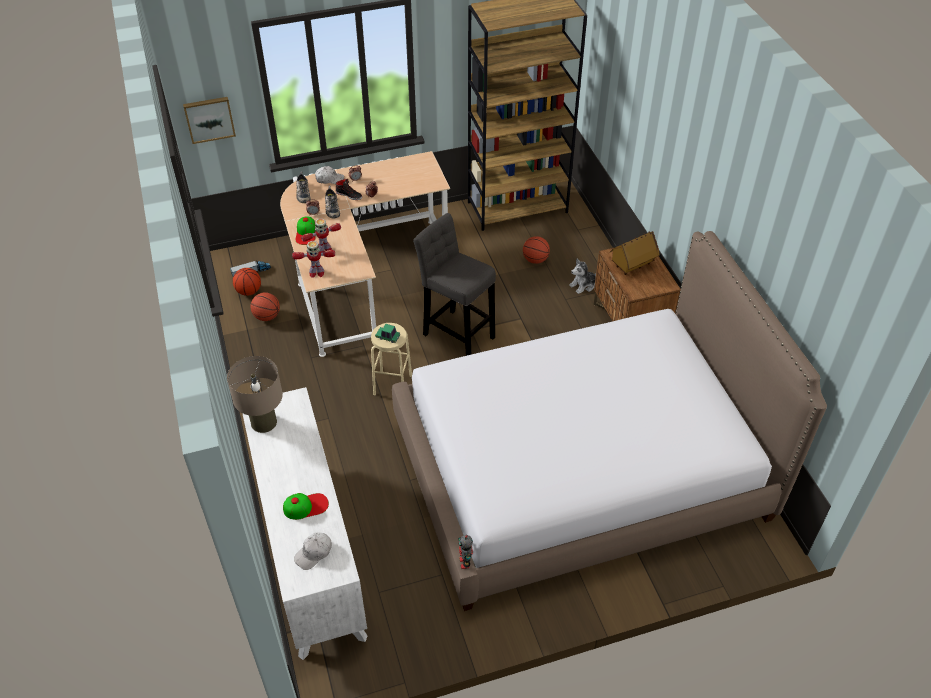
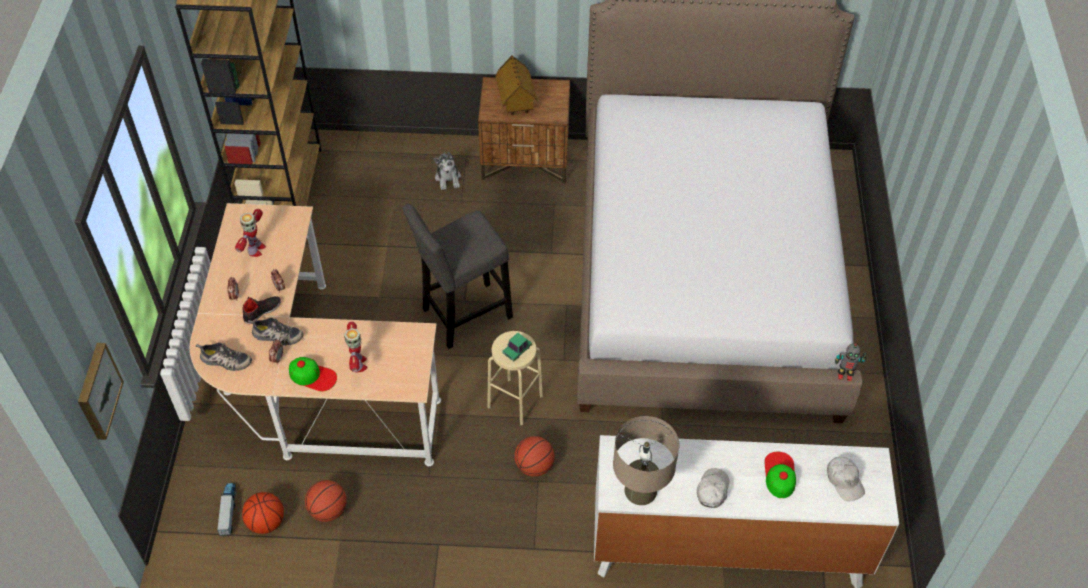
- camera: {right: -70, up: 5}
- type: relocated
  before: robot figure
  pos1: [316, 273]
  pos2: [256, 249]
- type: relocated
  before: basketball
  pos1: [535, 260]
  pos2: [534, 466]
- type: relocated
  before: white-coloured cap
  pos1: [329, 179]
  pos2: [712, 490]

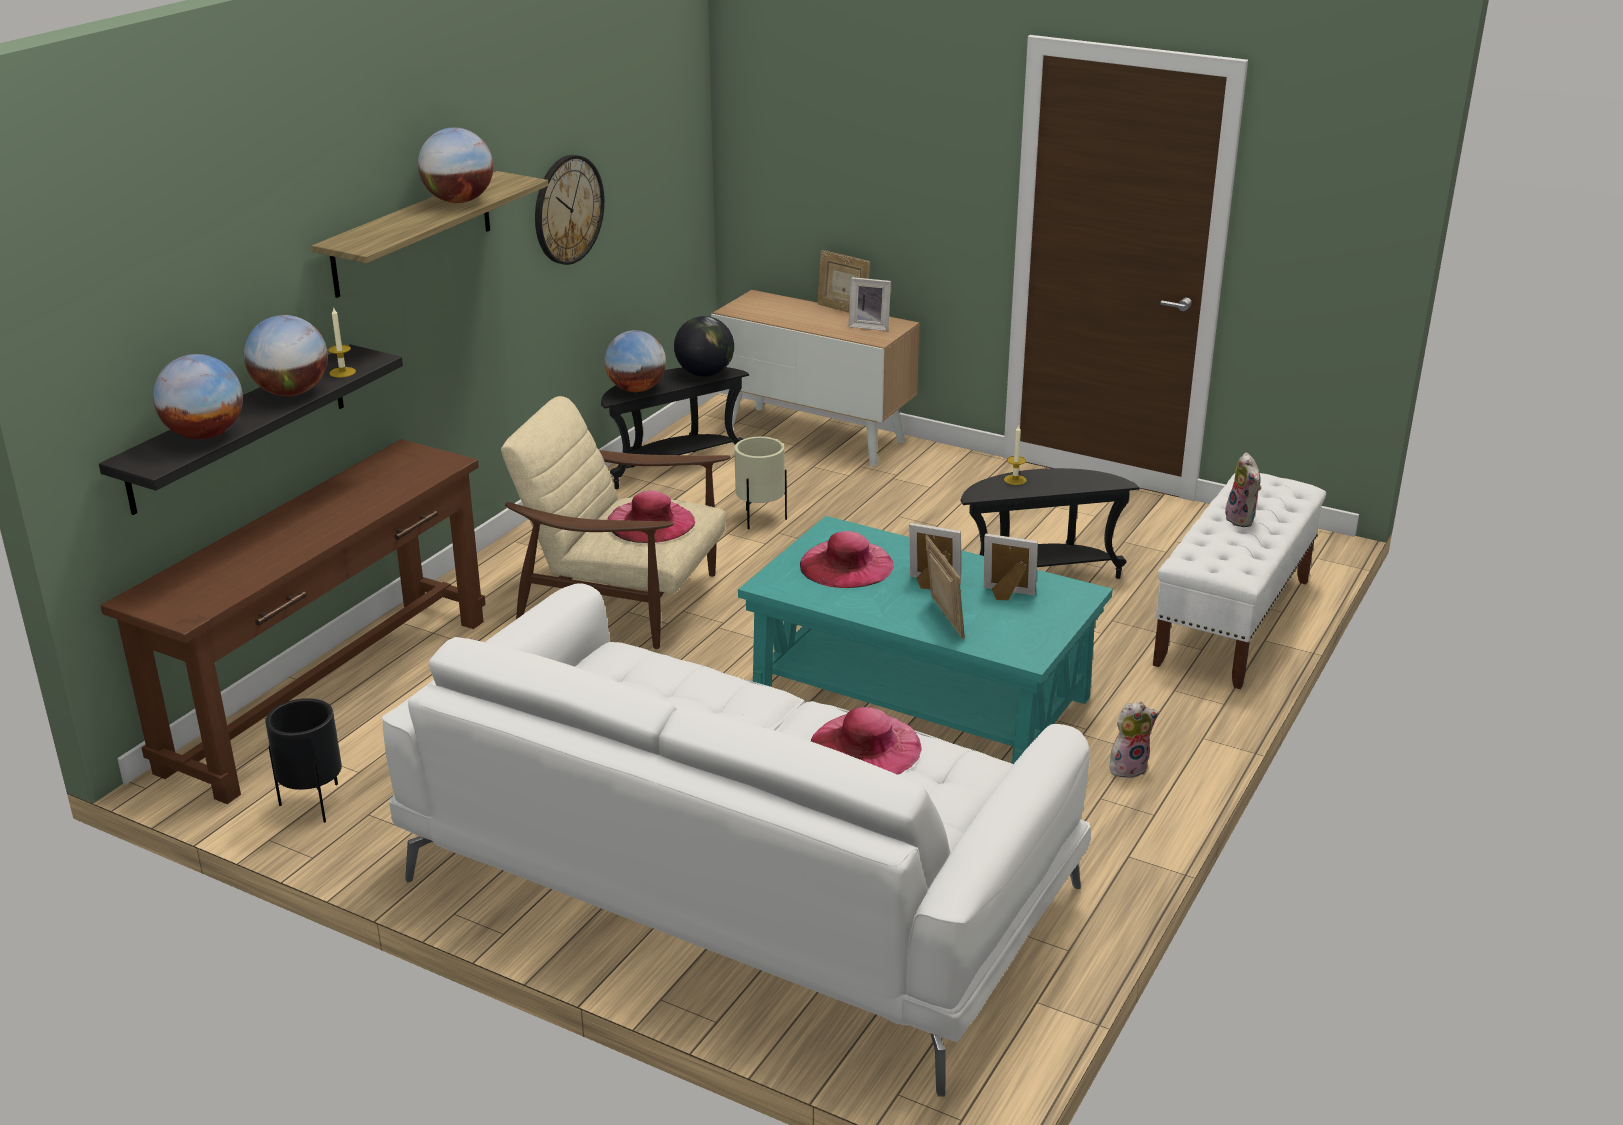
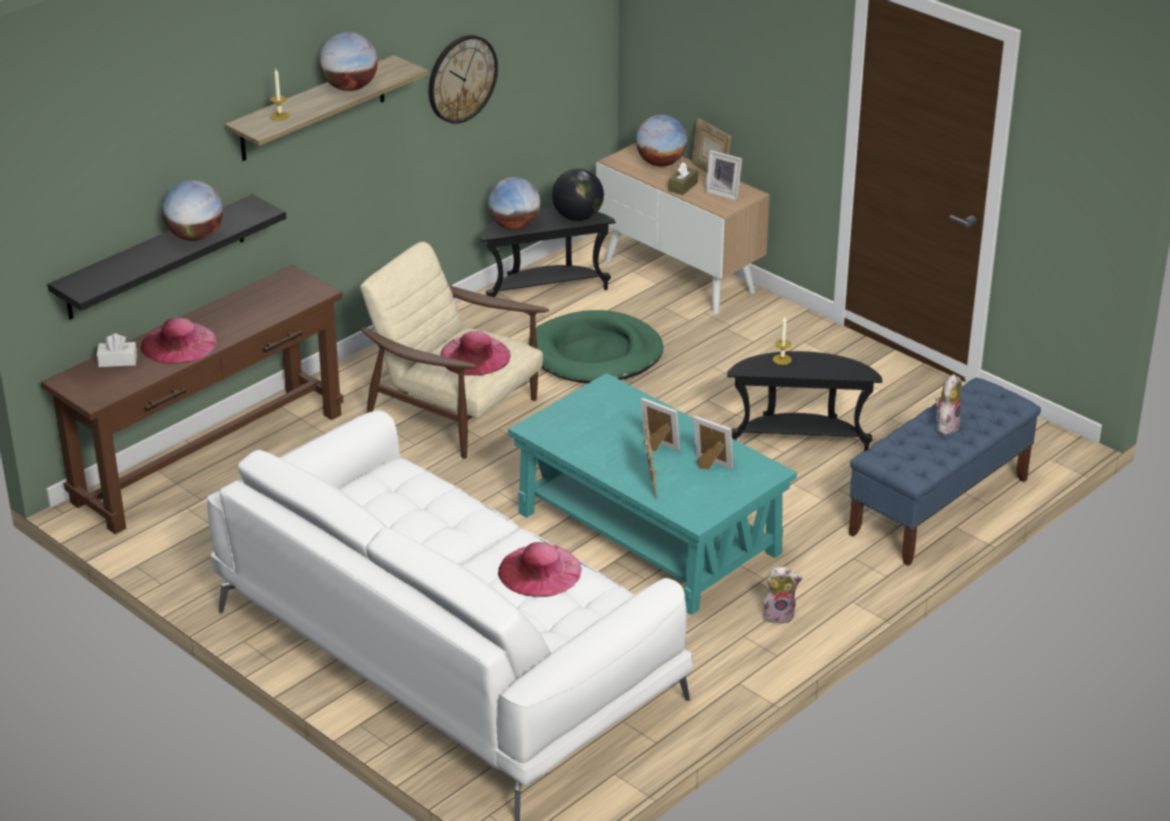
- camera: {right: 15, up: 5}
- type: appeared
  after: white-coloured tissue holder
  pos2: [118, 361]
- type: relocated
  before: pink-coloured hat
  pos1: [846, 564]
  pos2: [179, 343]
- type: relocated
  before: wax candle
  pos1: [342, 372]
  pos2: [279, 116]
- type: exchanged
  before: beige-coloured planter
  after: green-coloured dog bed
  pos1: [761, 520]
  pos2: [595, 354]
- type: relocated
  before: globe
  pos1: [205, 435]
  pos2: [660, 163]
- type: appeared
  after: brown-coloured tissue holder
  pos2: [683, 187]
- type: colour
  before: white-coloured bench
  after: blue-coloured bench
  pos1: [1233, 622]
  pos2: [939, 507]
- type: spun
  before: cuddly toy
  pos1: [1242, 520]
  pos2: [946, 425]
  turn: -150
- type: missing
  before: black planter
  pos1: [313, 804]

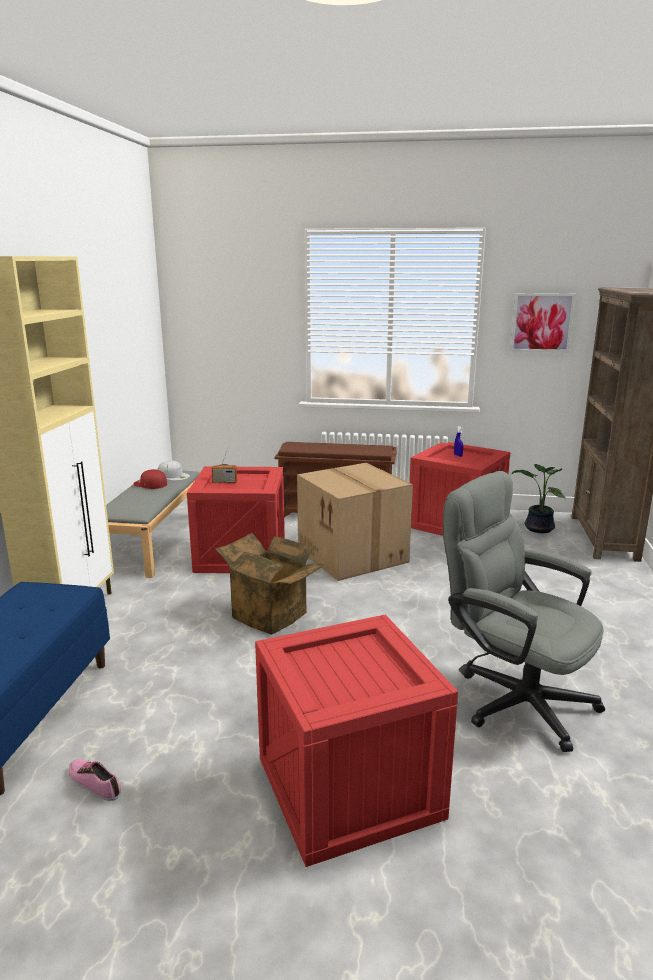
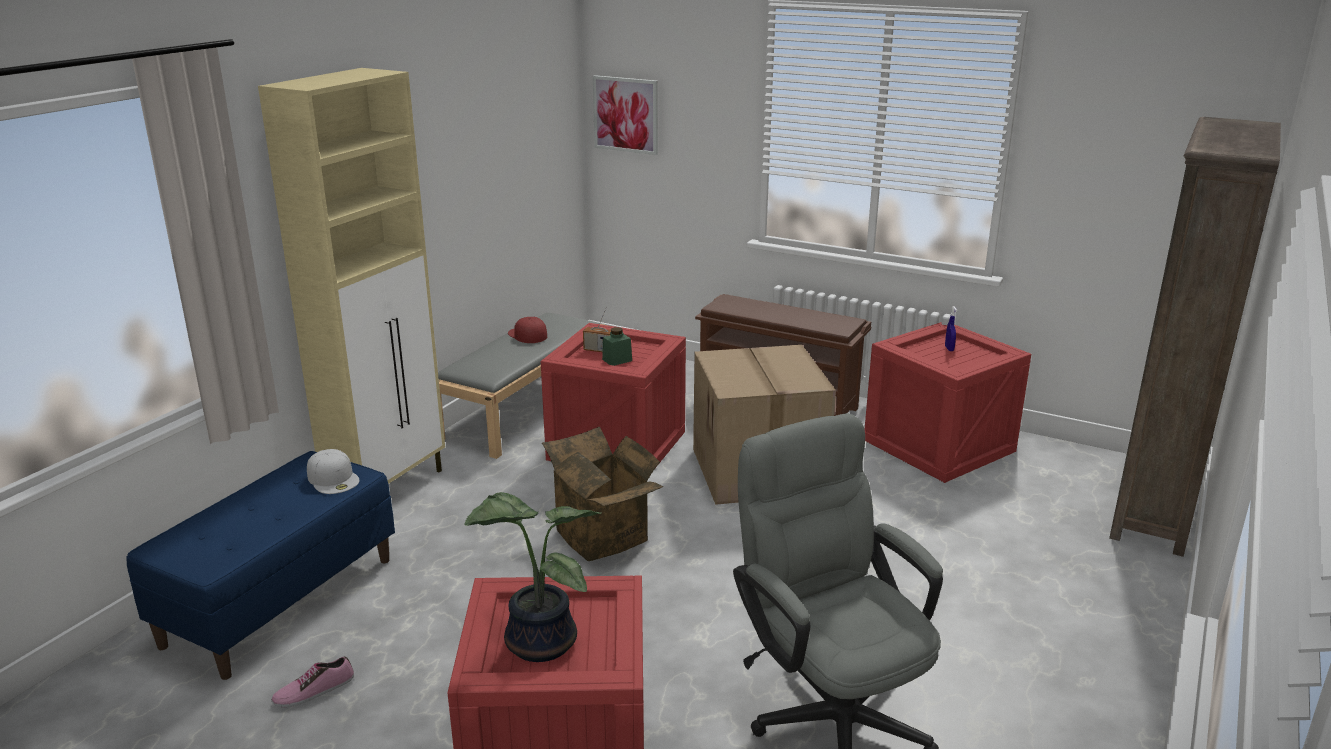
- camera: {right: 20, up: 5}
- type: spun
  before: low shoe
  pos1: [95, 782]
  pos2: [314, 690]
  turn: -90
- type: relocated
  before: white-coloured cap
  pos1: [173, 475]
  pos2: [333, 478]
- type: relocated
  before: plant in a pot
  pos1: [537, 529]
  pos2: [536, 643]
- type: relocated
  before: picture
  pos1: [542, 322]
  pos2: [626, 114]
- type: appeared
  after: green-coloured preserve jar
  pos2: [617, 360]

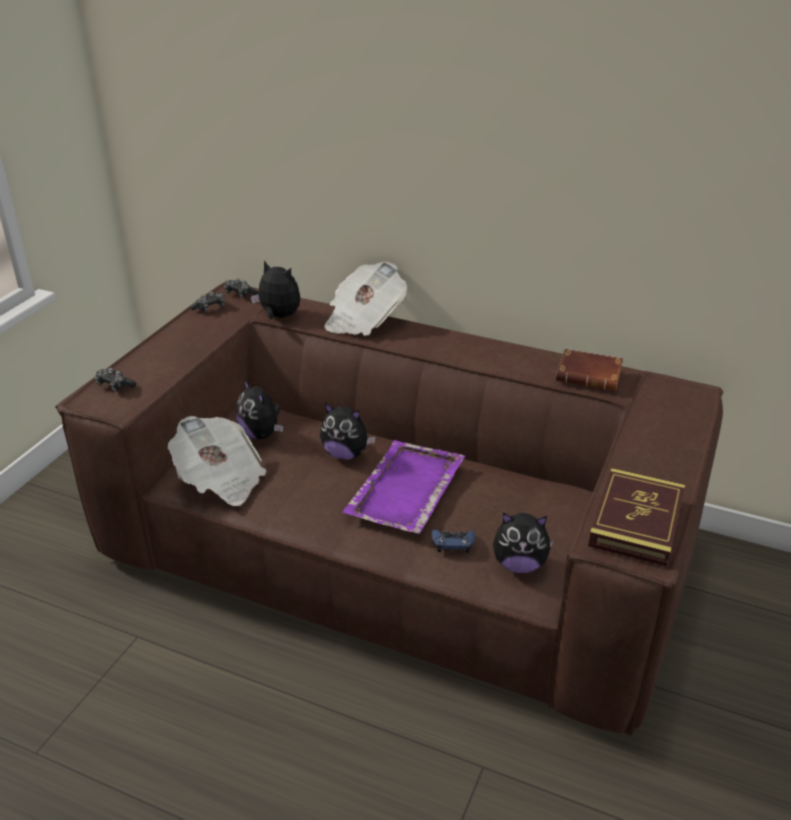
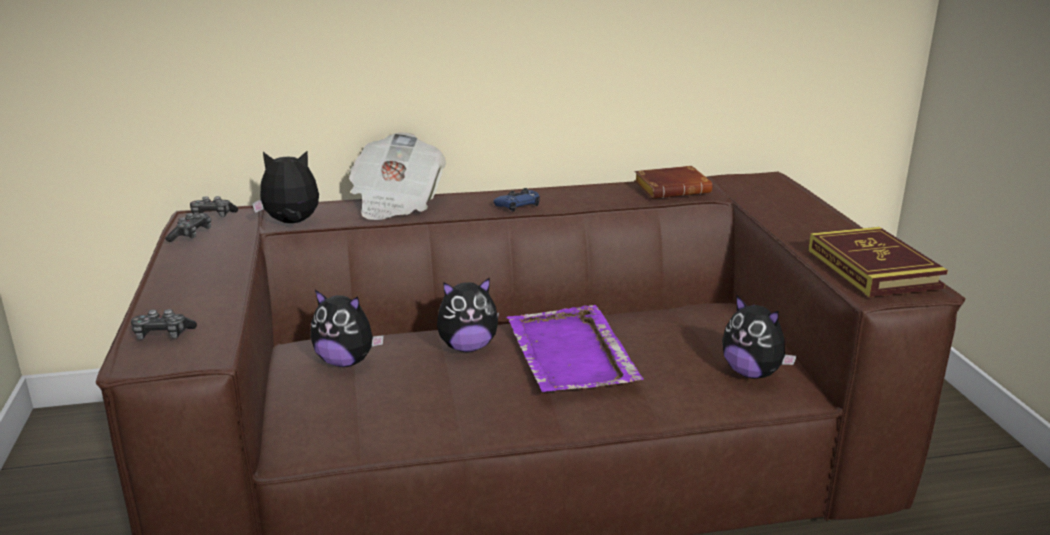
- camera: {right: -35, up: -10}
- type: relocated
  before: blue-coloured gamepad
  pos1: [453, 543]
  pos2: [518, 205]
- type: spun
  before: cuddly toy
  pos1: [519, 564]
  pos2: [752, 373]
  turn: 75
- type: missing
  before: printed paper
  pos1: [220, 479]

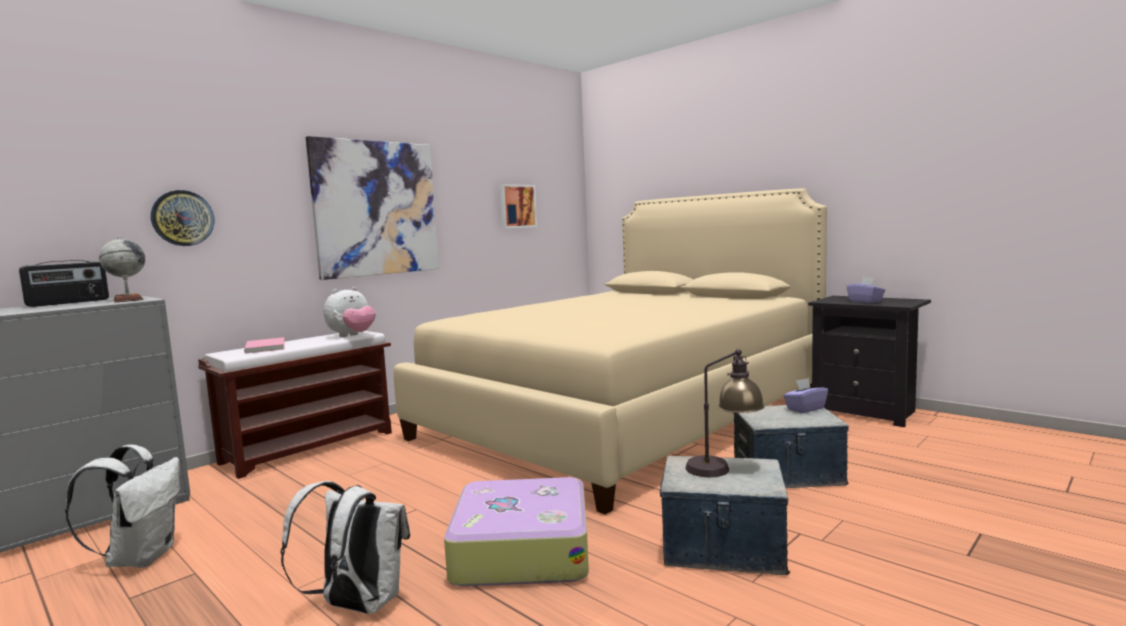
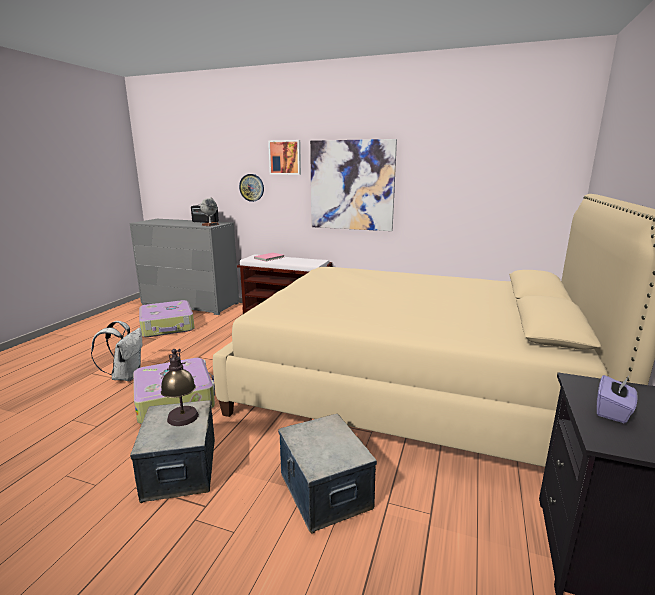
- camera: {right: 65, up: 10}
- type: exchanged
  before: white-coloured knapsack
  after: piece of luggage
  pos1: [141, 557]
  pos2: [168, 326]
- type: relocated
  before: picture
  pos1: [517, 206]
  pos2: [285, 157]
- type: missing
  before: cuddly toy
  pos1: [352, 336]
- type: missing
  before: purple tissue holder
  pos1: [805, 409]

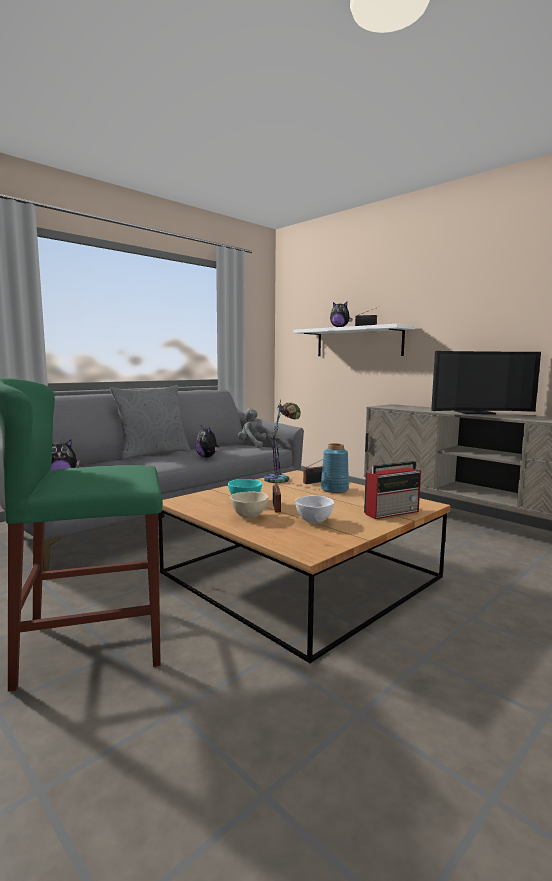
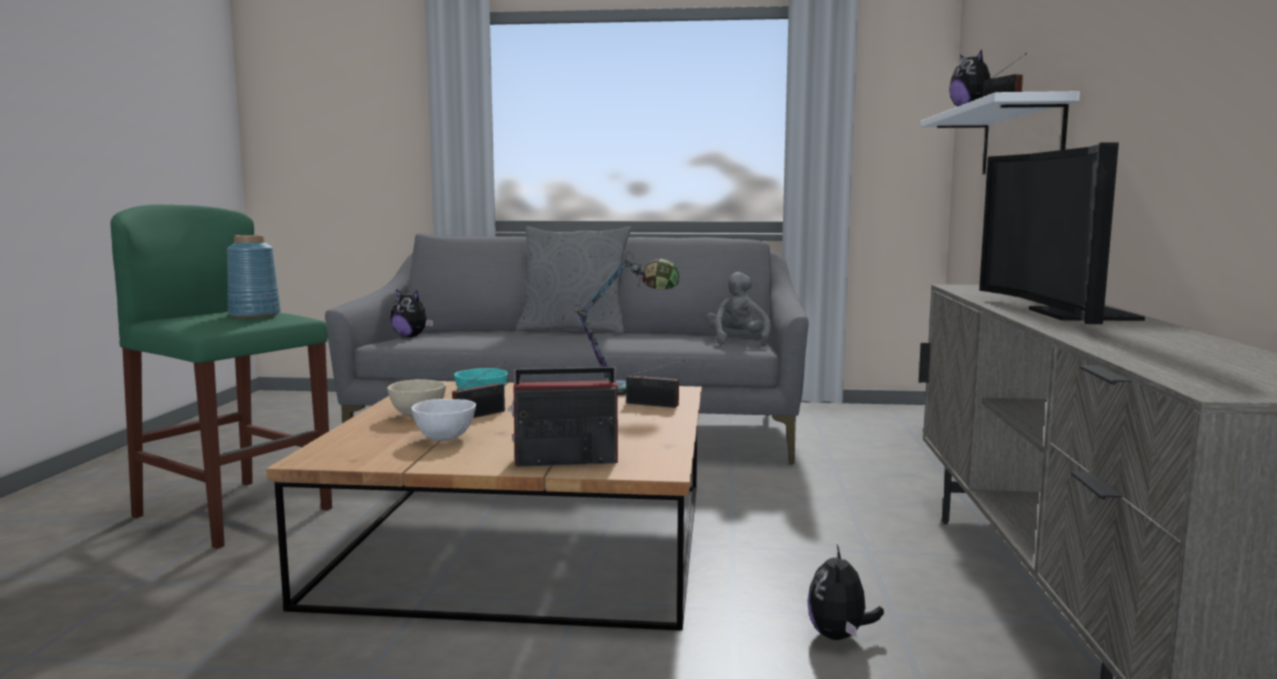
- camera: {right: 50, up: 0}
- type: relocated
  before: blue-coloured flower vase
  pos1: [335, 490]
  pos2: [254, 315]
- type: spun
  before: radio
  pos1: [392, 512]
  pos2: [563, 460]
  turn: 150
- type: relocated
  before: cuddly toy
  pos1: [207, 457]
  pos2: [839, 636]
- type: spun
  before: television
  pos1: [476, 413]
  pos2: [1067, 314]
  turn: 45

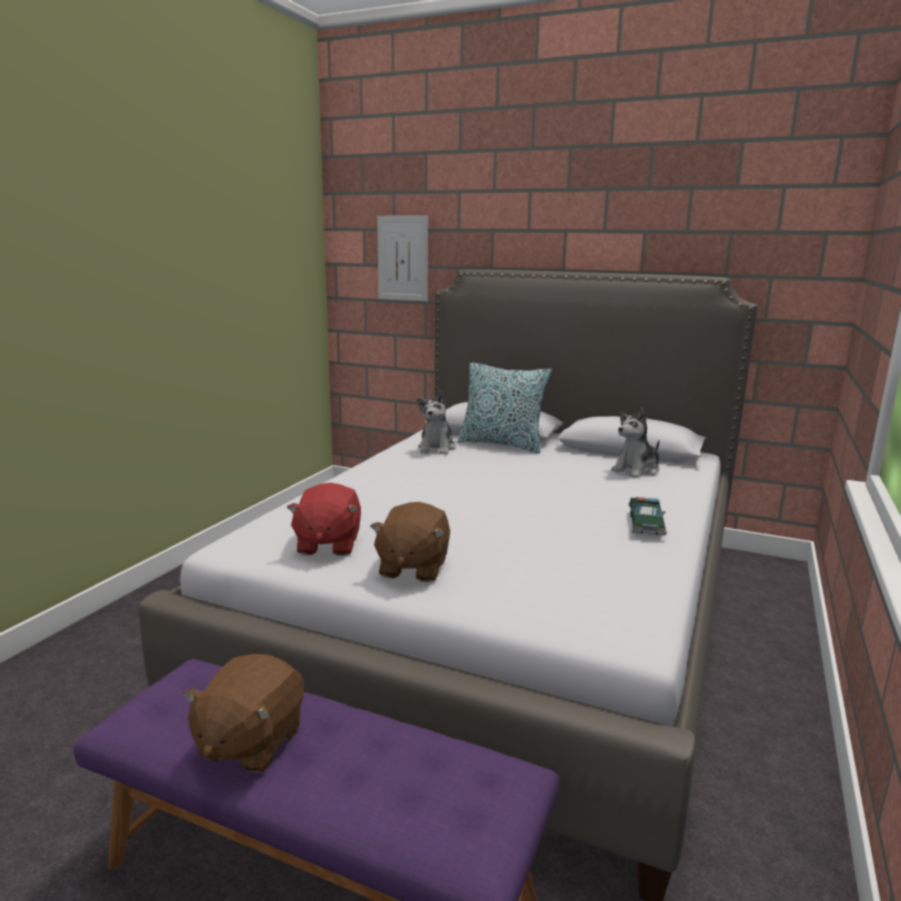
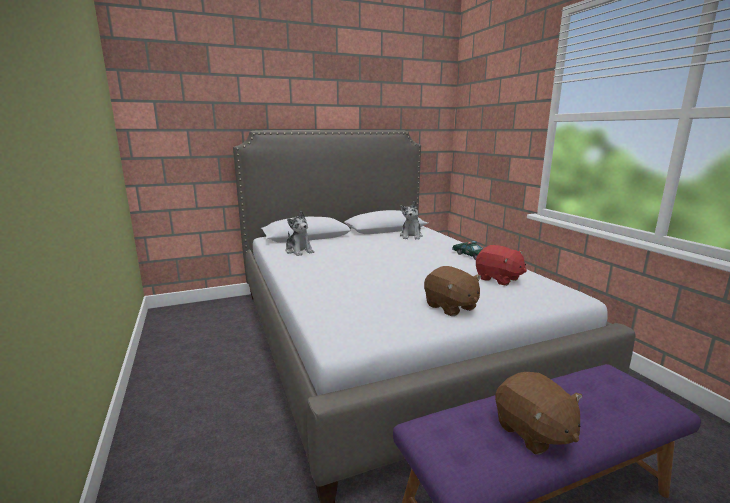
- camera: {right: -45, up: 0}
- type: relocated
  before: red-coloured cuddly toy
  pos1: [327, 544]
  pos2: [498, 279]
- type: missing
  before: picture
  pos1: [402, 258]
- type: missing
  before: pillow
  pos1: [502, 444]

